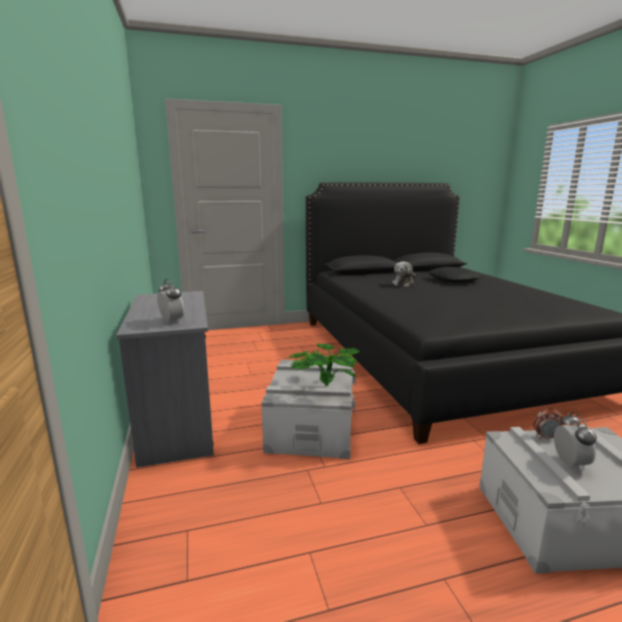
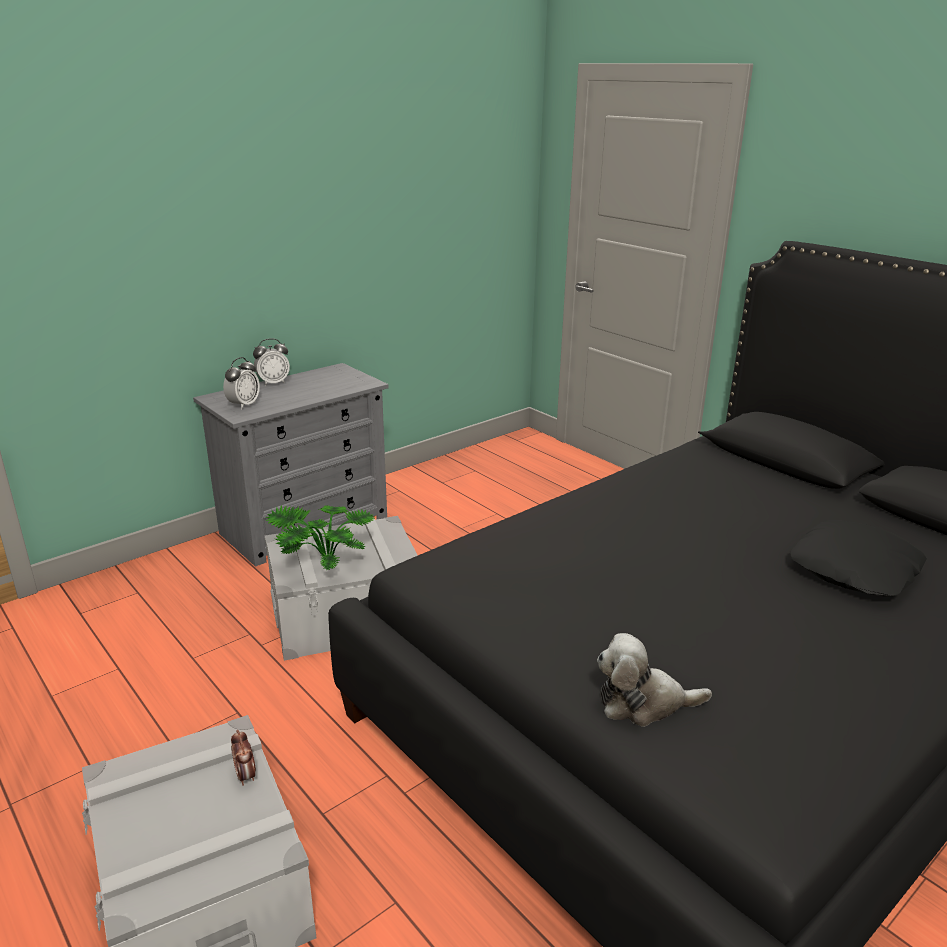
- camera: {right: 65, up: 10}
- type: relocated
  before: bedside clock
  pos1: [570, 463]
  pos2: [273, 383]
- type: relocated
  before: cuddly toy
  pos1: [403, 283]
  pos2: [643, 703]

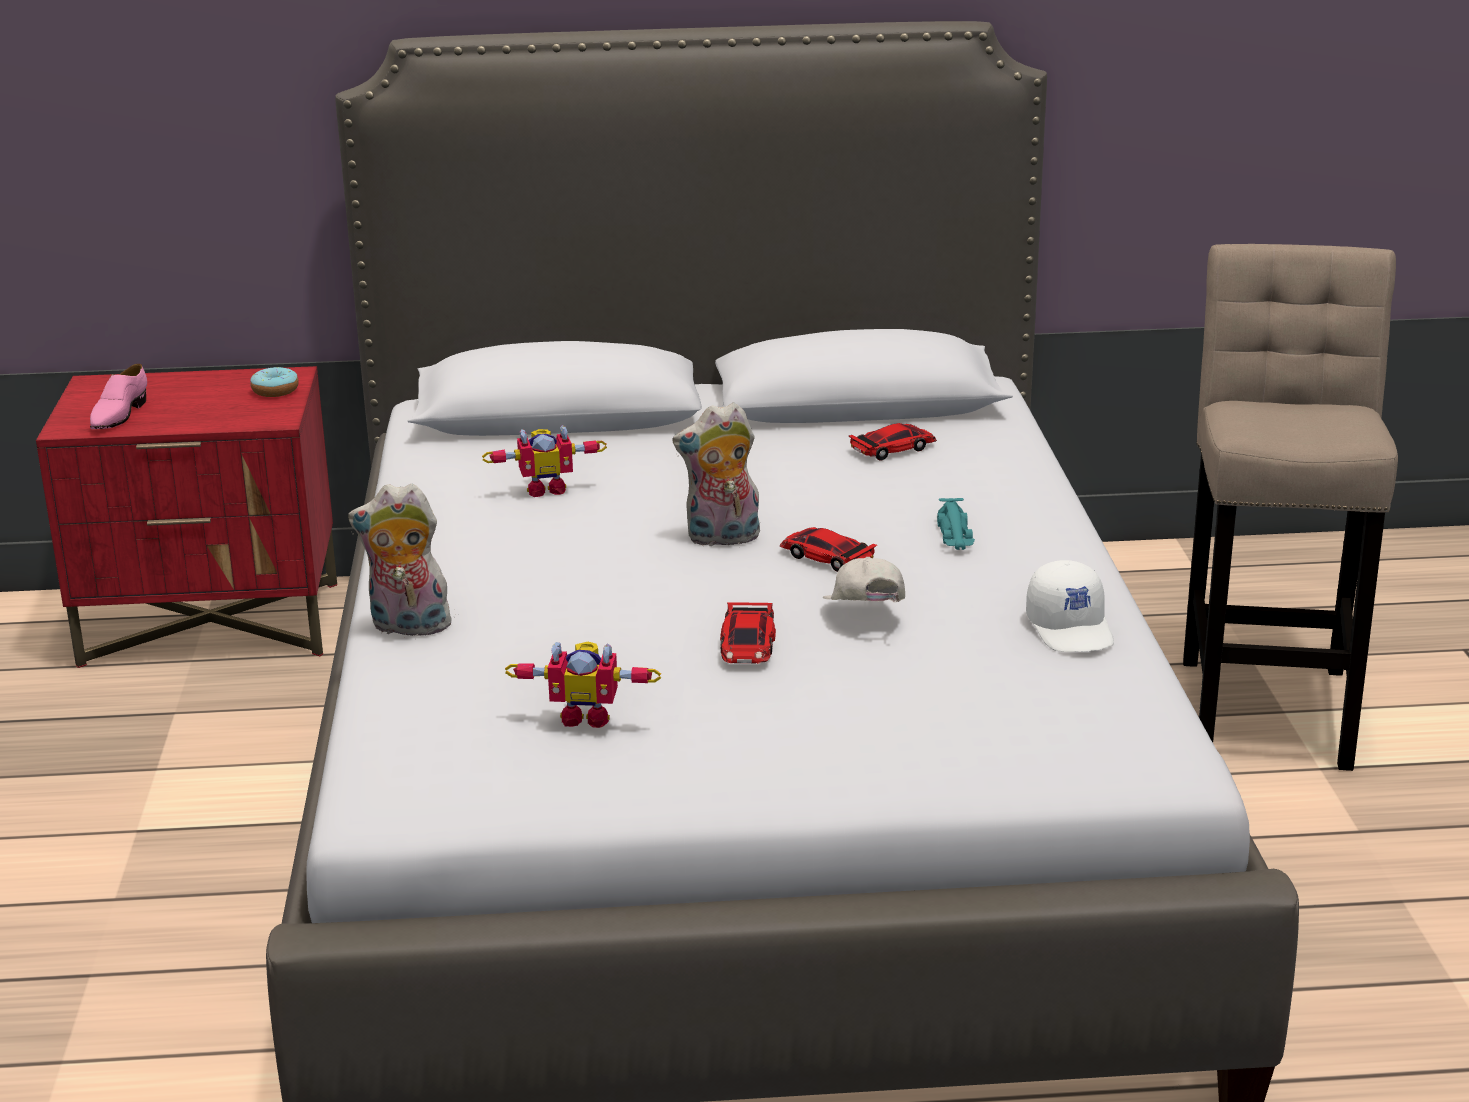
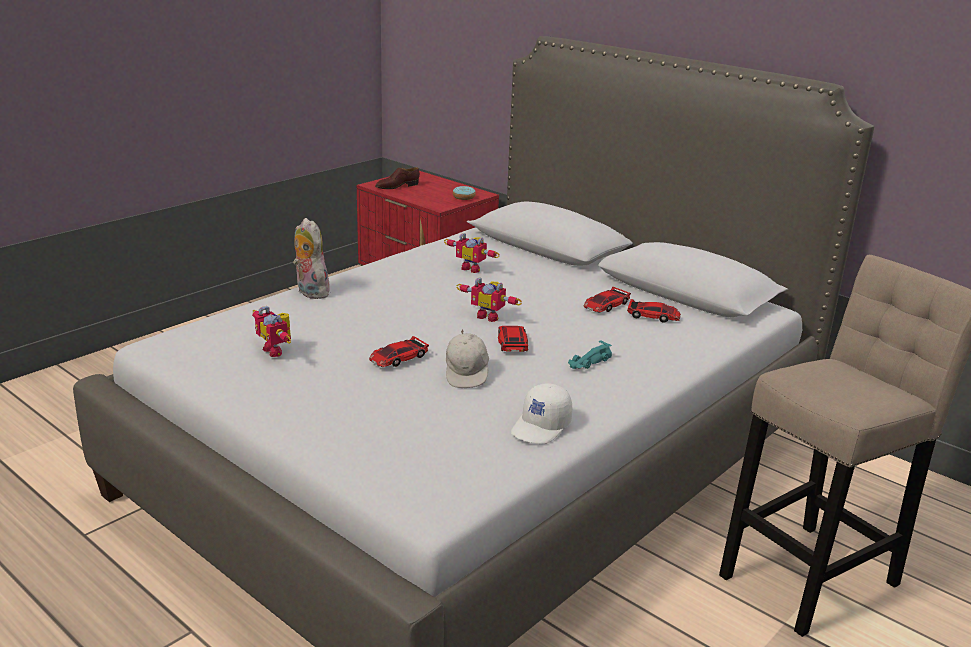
- camera: {right: 45, up: 0}
- type: colour
  before: pink-coloured low shoe
  after: brown-coloured low shoe
  pos1: [118, 415]
  pos2: [397, 186]
- type: spun
  before: white-coloured cap
  pos1: [865, 619]
  pos2: [467, 374]
  turn: 150
- type: exchanged
  before: cuddly toy
  after: robot figure
  pos1: [722, 539]
  pos2: [489, 316]
- type: appeared
  after: miniature car
  pos2: [606, 305]

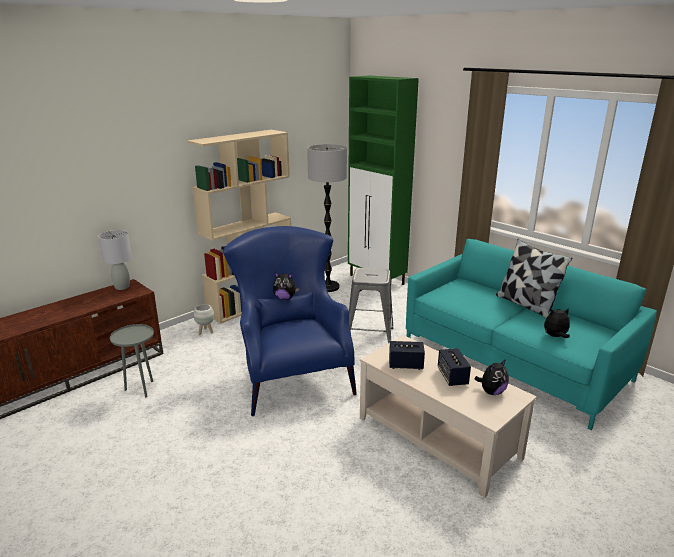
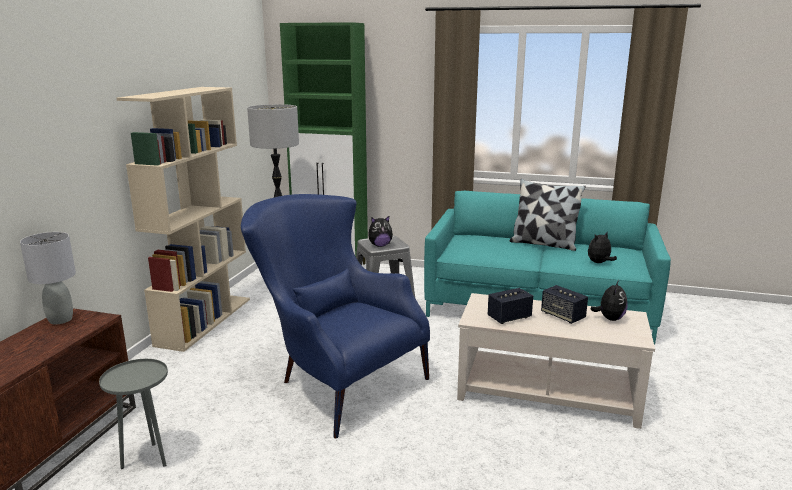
- camera: {right: -30, up: -5}
- type: relocated
  before: cuddly toy
  pos1: [285, 298]
  pos2: [380, 245]
- type: missing
  before: white-coloured planter
  pos1: [206, 332]

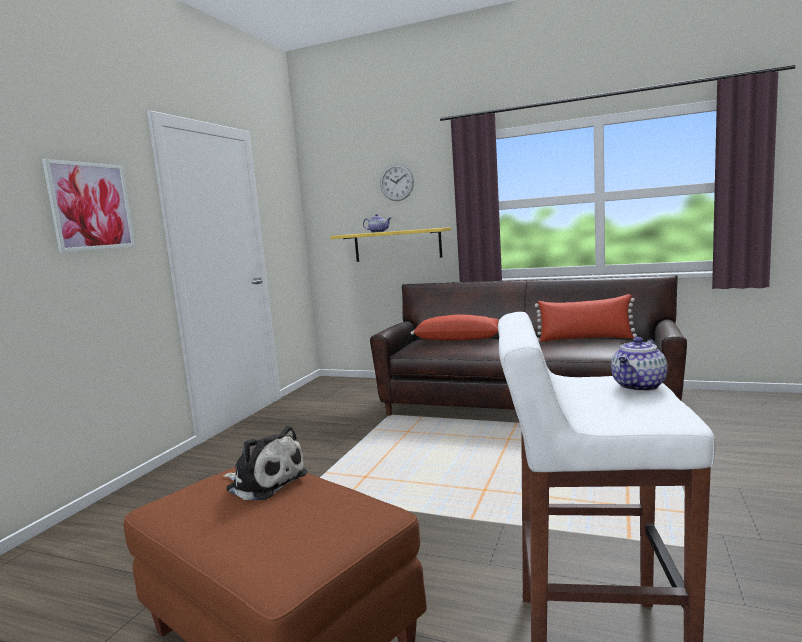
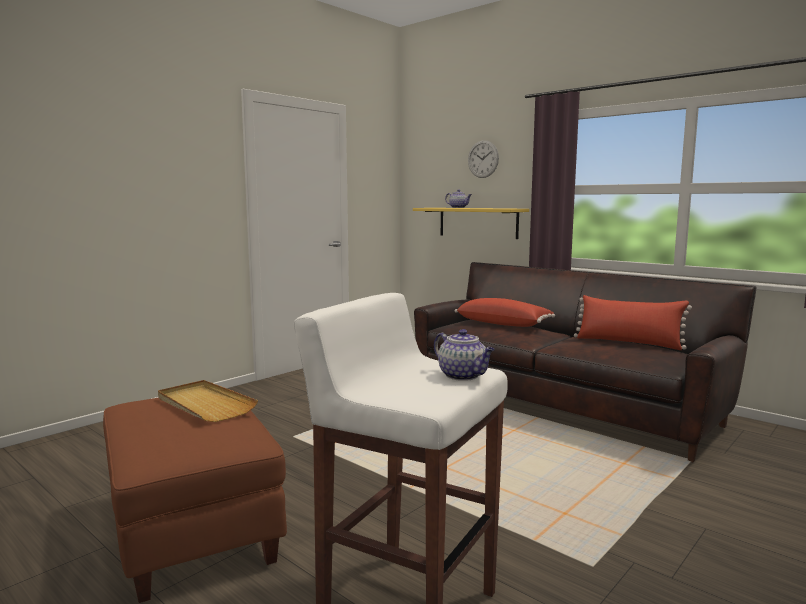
- camera: {right: 20, up: 0}
- type: exchanged
  before: cuddly toy
  after: beige-coloured carrying tray
  pos1: [264, 482]
  pos2: [204, 404]
- type: spun
  before: teapot
  pos1: [638, 386]
  pos2: [463, 376]
  turn: -105
- type: missing
  before: picture
  pos1: [90, 206]

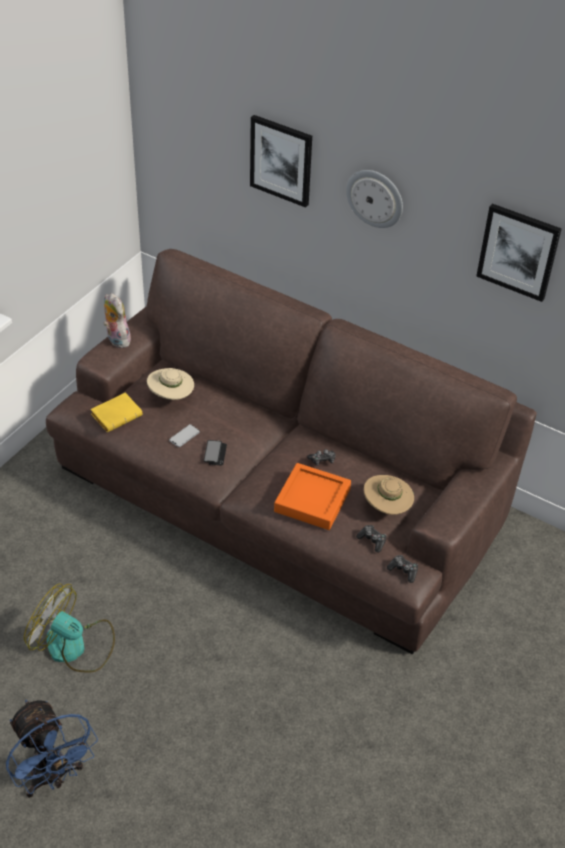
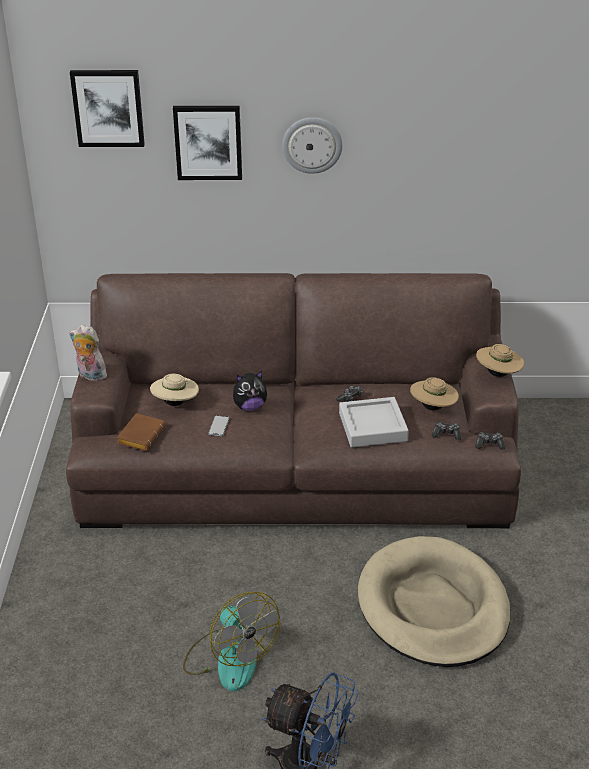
- camera: {right: -30, up: -10}
- type: relocated
  before: picture
  pos1: [518, 251]
  pos2: [108, 108]
- type: colour
  before: yellowish bound book
  after: brown-coloured bound book
  pos1: [117, 414]
  pos2: [141, 435]
- type: spun
  before: electric fan
  pos1: [75, 647]
  pos2: [229, 658]
  turn: -120
- type: appeared
  after: cuddly toy
  pos2: [250, 407]
- type: colour
  before: orange-coloured carrying tray
  after: greyish carrying tray
  pos1: [312, 500]
  pos2: [372, 427]
- type: appeared
  after: beige-coloured dog bed
  pos2: [433, 607]
- type: appeared
  after: beige-coloured hat
  pos2: [498, 374]
- type: missing
  before: phone
  pos1: [215, 453]

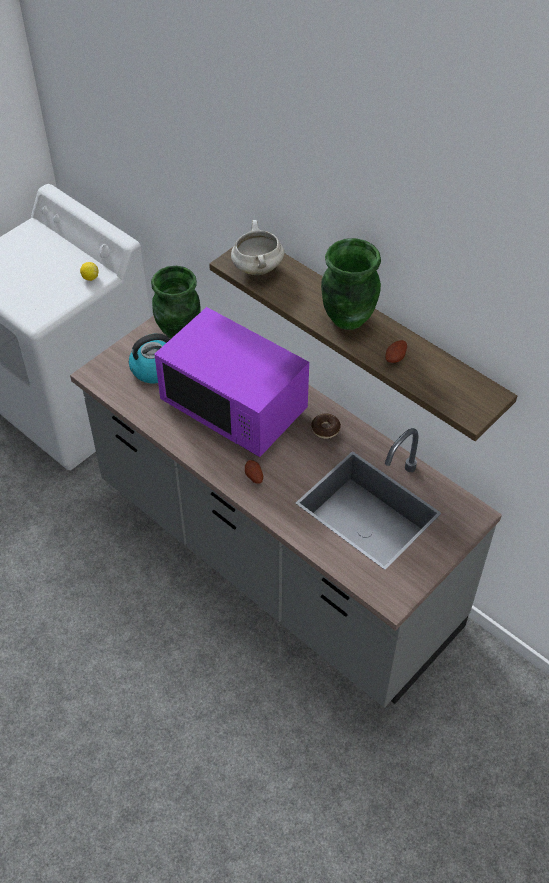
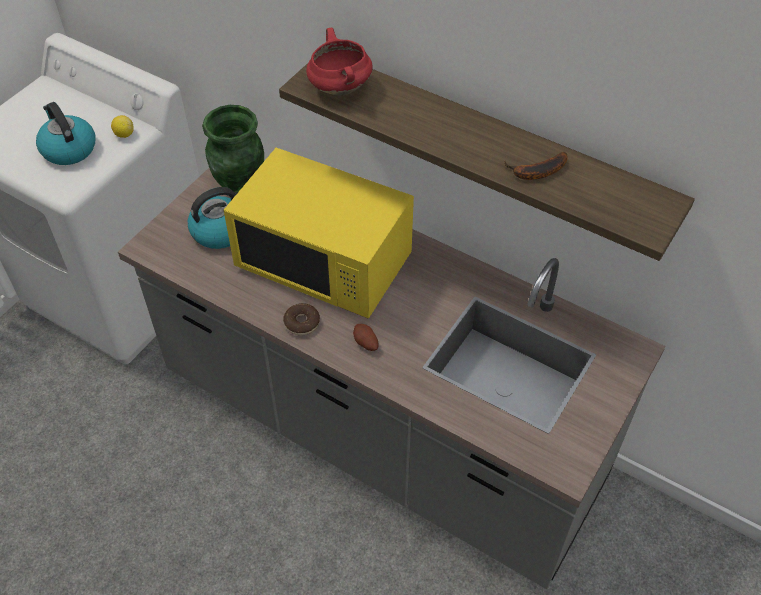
- camera: {right: -10, up: 0}
- type: appeared
  after: tea kettle
  pos2: [68, 149]
- type: colour
  before: purple kitchen microwave
  after: yellowish kitchen microwave
  pos1: [235, 407]
  pos2: [324, 263]
- type: relocated
  before: donut
  pos1: [325, 429]
  pos2: [302, 323]
- type: colour
  before: white-coloured stockpot
  after: red-coloured stockpot
  pos1: [257, 268]
  pos2: [339, 87]
- type: exchanged
  before: spud
  after: banana
  pos1: [396, 358]
  pos2: [536, 172]
- type: missing
  before: green-coloured flower vase
  pos1: [347, 317]

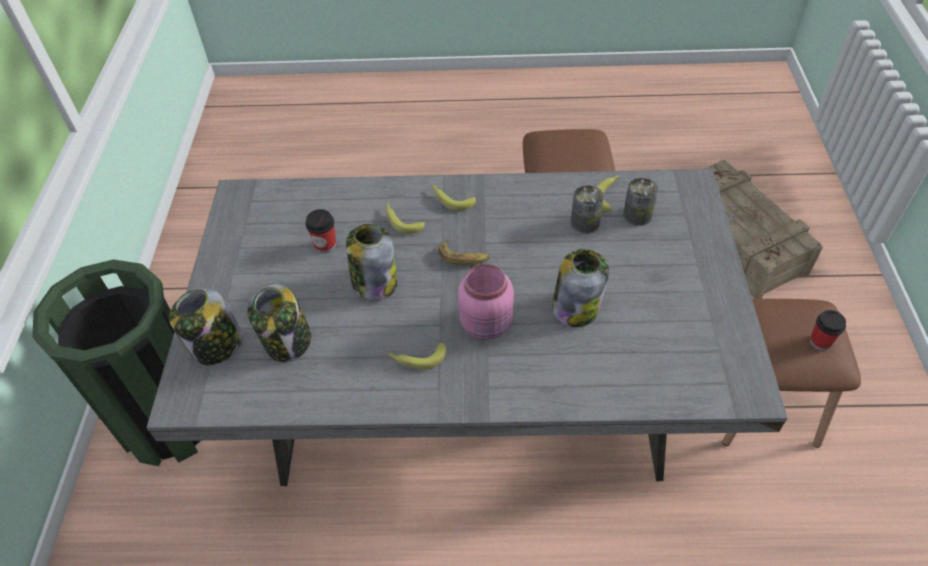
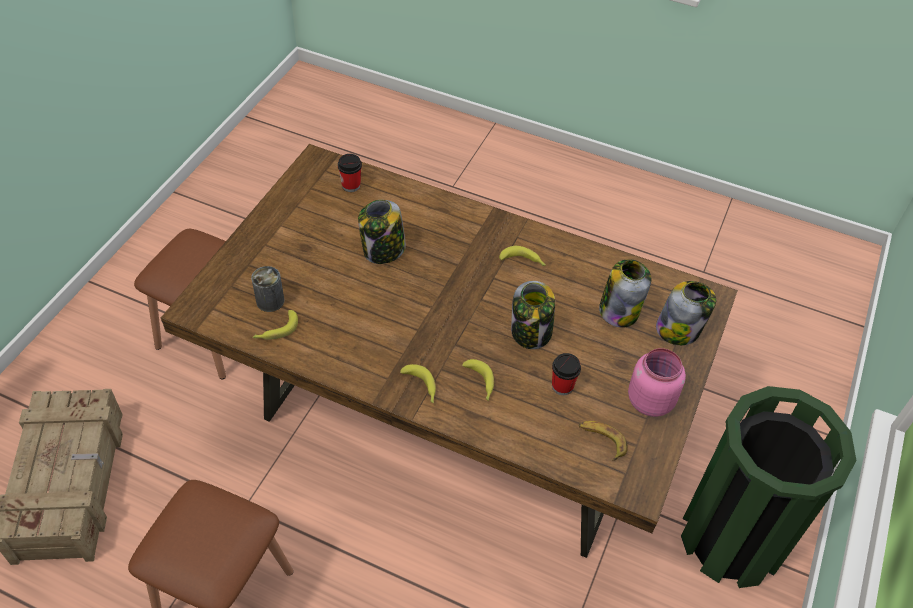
- camera: {right: -160, up: 0}
- type: colour
  before: greyish dining table
  after: brown-coloured dining table
  pos1: [467, 413]
  pos2: [452, 427]
- type: relocated
  before: small cup
  pos1: [820, 342]
  pos2: [351, 185]
- type: relocated
  before: banana
  pos1: [463, 257]
  pos2: [602, 440]
- type: relocated
  before: pink-coloured preserve jar
  pos1: [487, 325]
  pos2: [649, 400]
- type: missing
  before: metal can
  pos1: [585, 223]

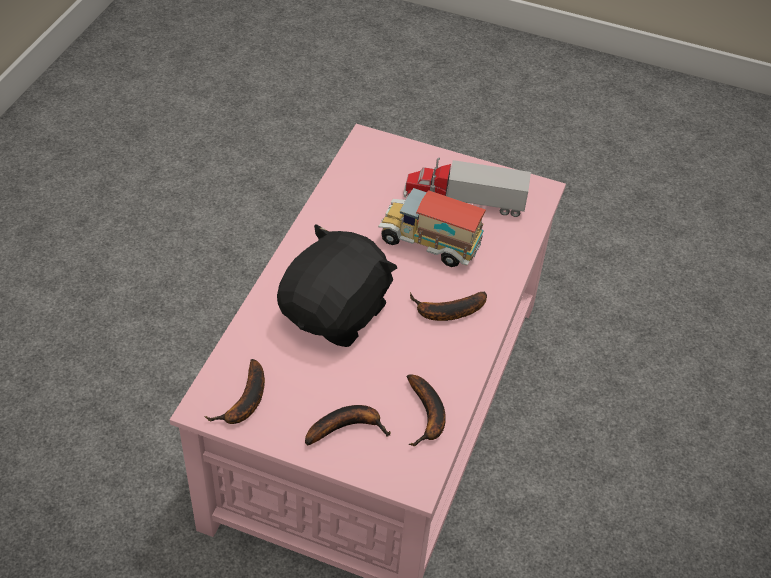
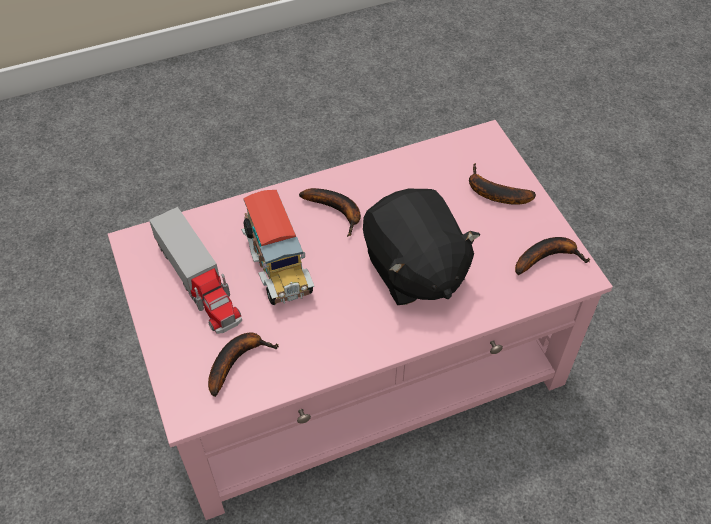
- camera: {right: -130, up: 5}
- type: relocated
  before: banana
  pos1: [427, 416]
  pos2: [237, 360]
- type: spun
  before: black cuddly toy
  pos1: [336, 313]
  pos2: [413, 270]
  turn: -105

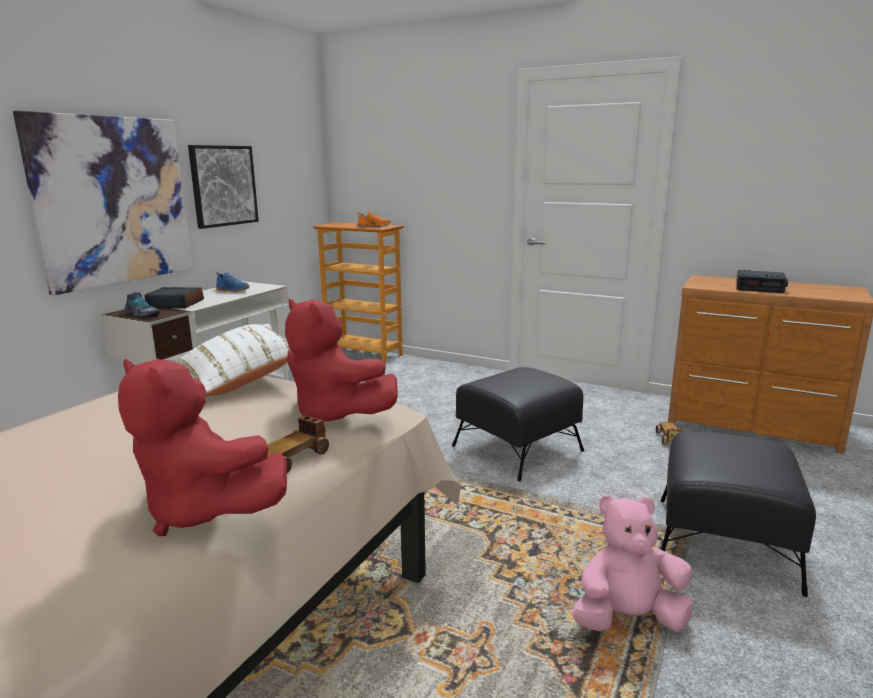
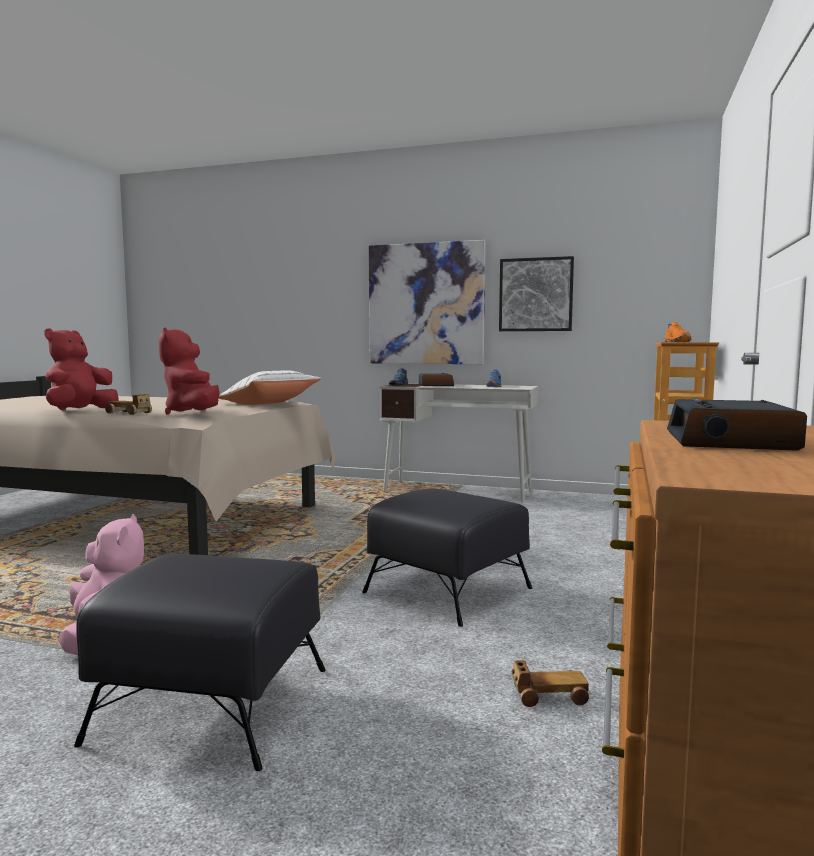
- camera: {right: 80, up: -10}
- type: spun
  before: red-coloured cuddly toy
  pos1: [334, 415]
  pos2: [193, 413]
  turn: -45

